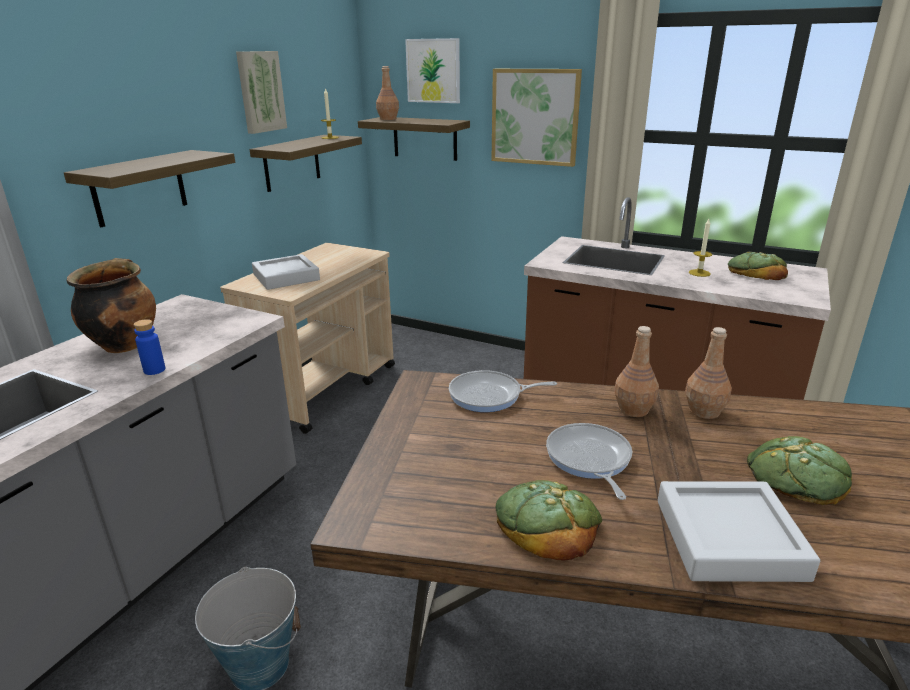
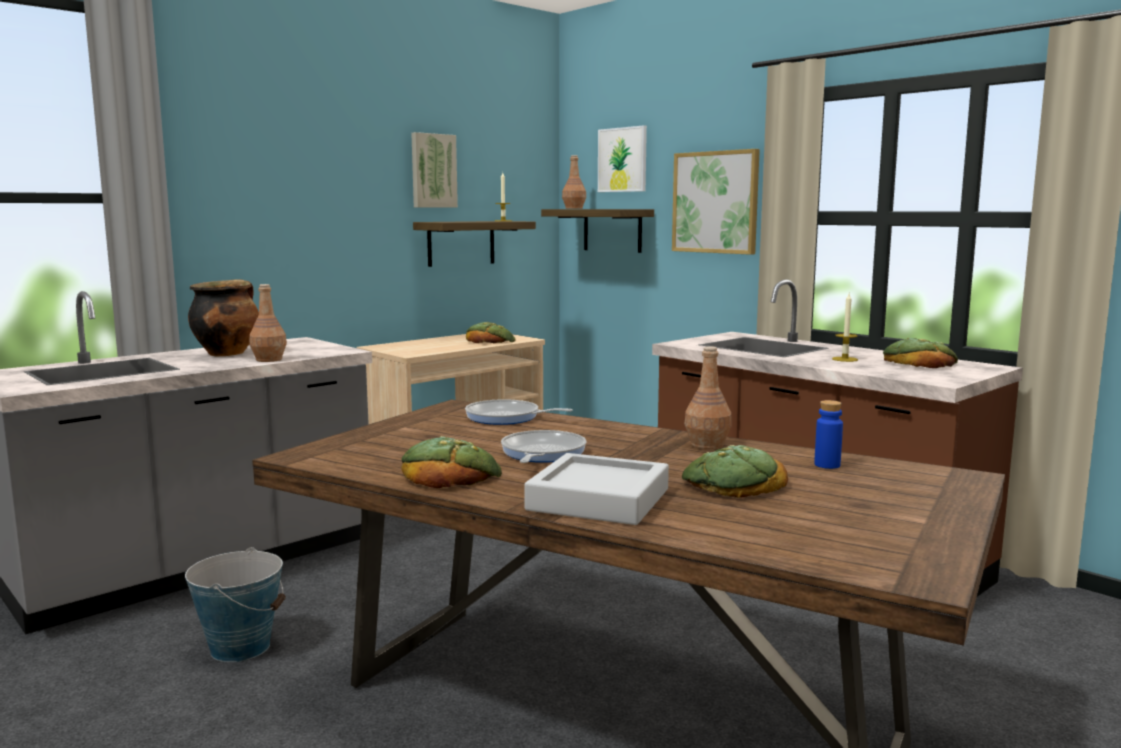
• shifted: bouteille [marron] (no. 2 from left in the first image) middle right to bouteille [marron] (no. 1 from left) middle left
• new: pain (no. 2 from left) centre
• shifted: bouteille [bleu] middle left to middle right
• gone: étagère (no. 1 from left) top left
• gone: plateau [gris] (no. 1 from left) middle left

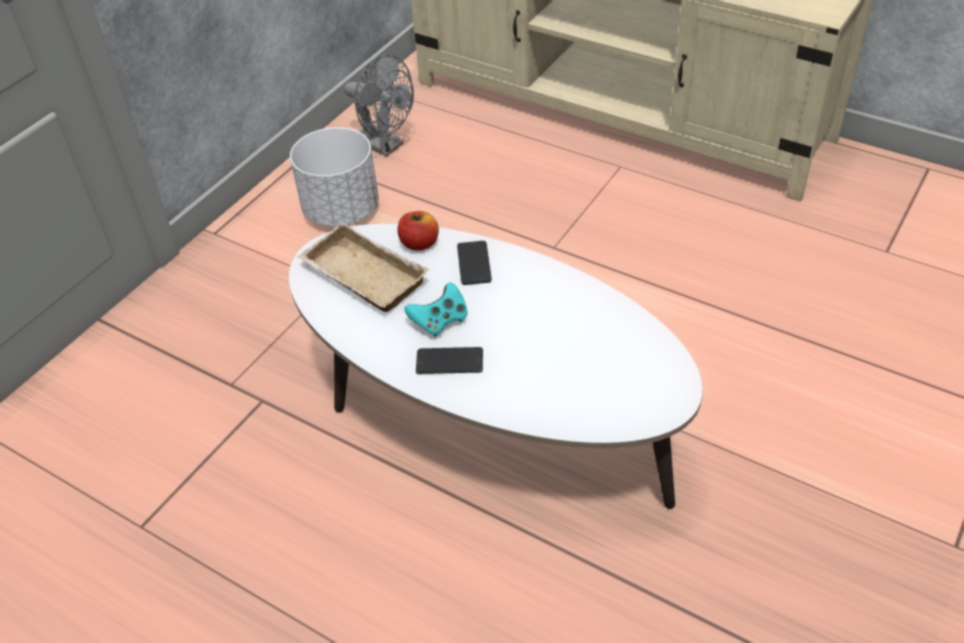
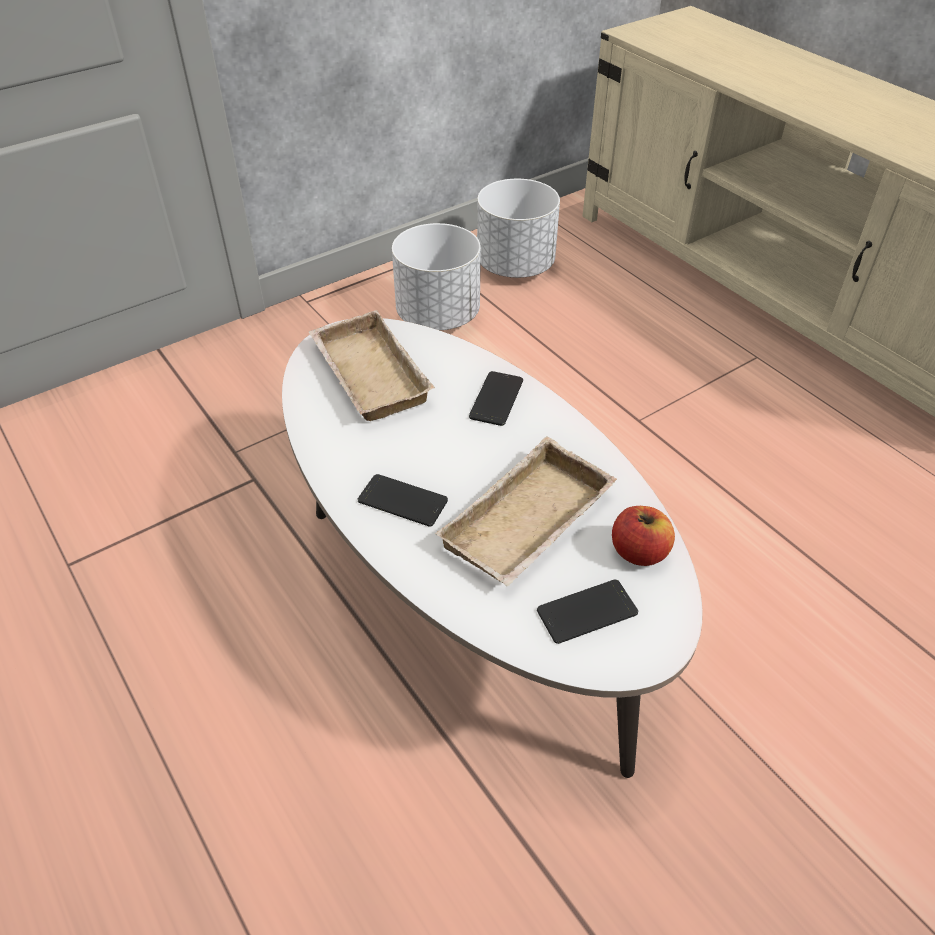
• new: plateau [beige] (no. 2 from left) centre
• swapped: ventilateur [gris] top centre to cache-pot [blanc] (no. 2 from left) top centre
• new: téléphone (no. 3 from left) centre
• shifted: pomme centre to middle right
• gone: manette [turquoise] centre

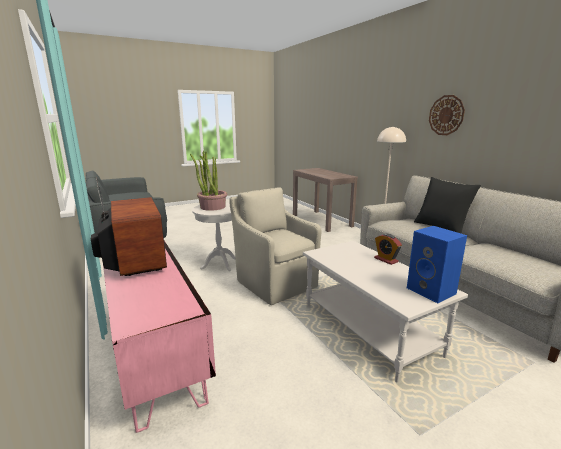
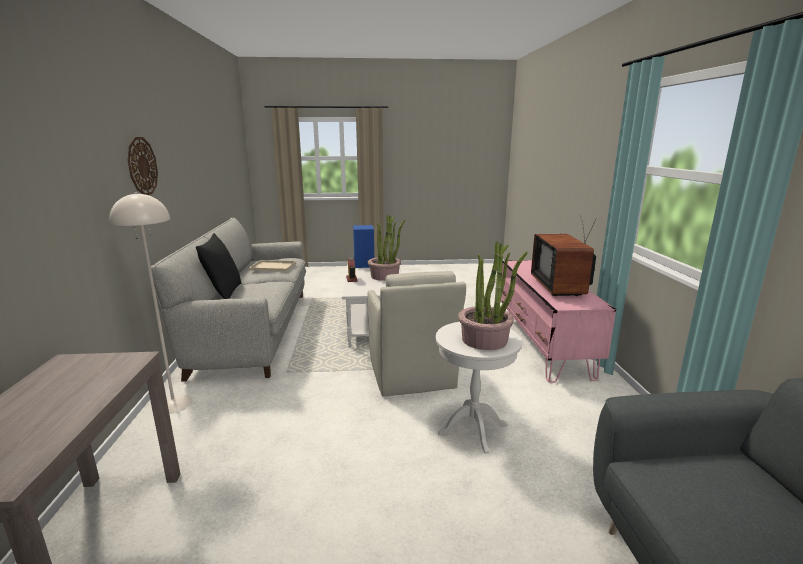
• new: plateau [beige] centre
• new: plante en pot (no. 1 from left) centre

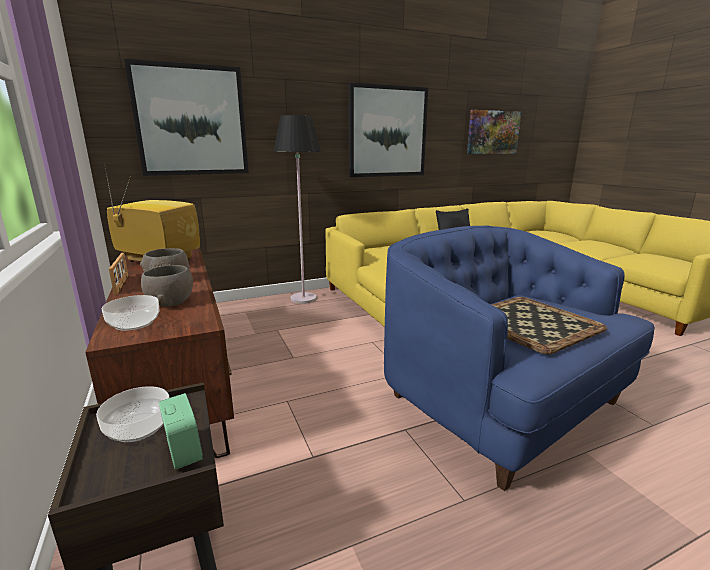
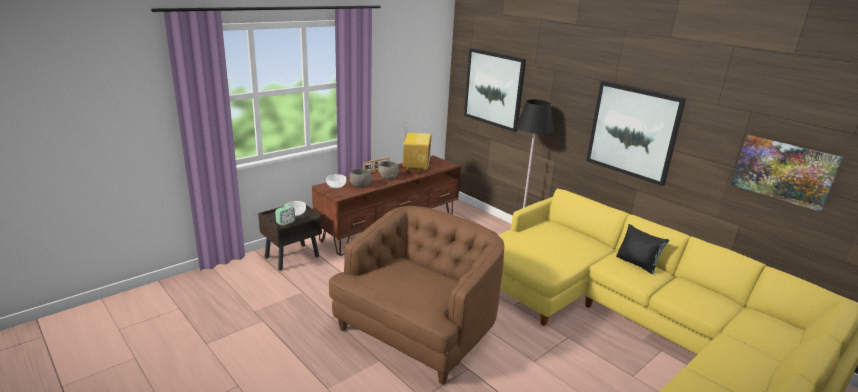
• repainted: fauteuil [bleu] middle right to fauteuil [marron] bottom centre
• gone: plateau middle right

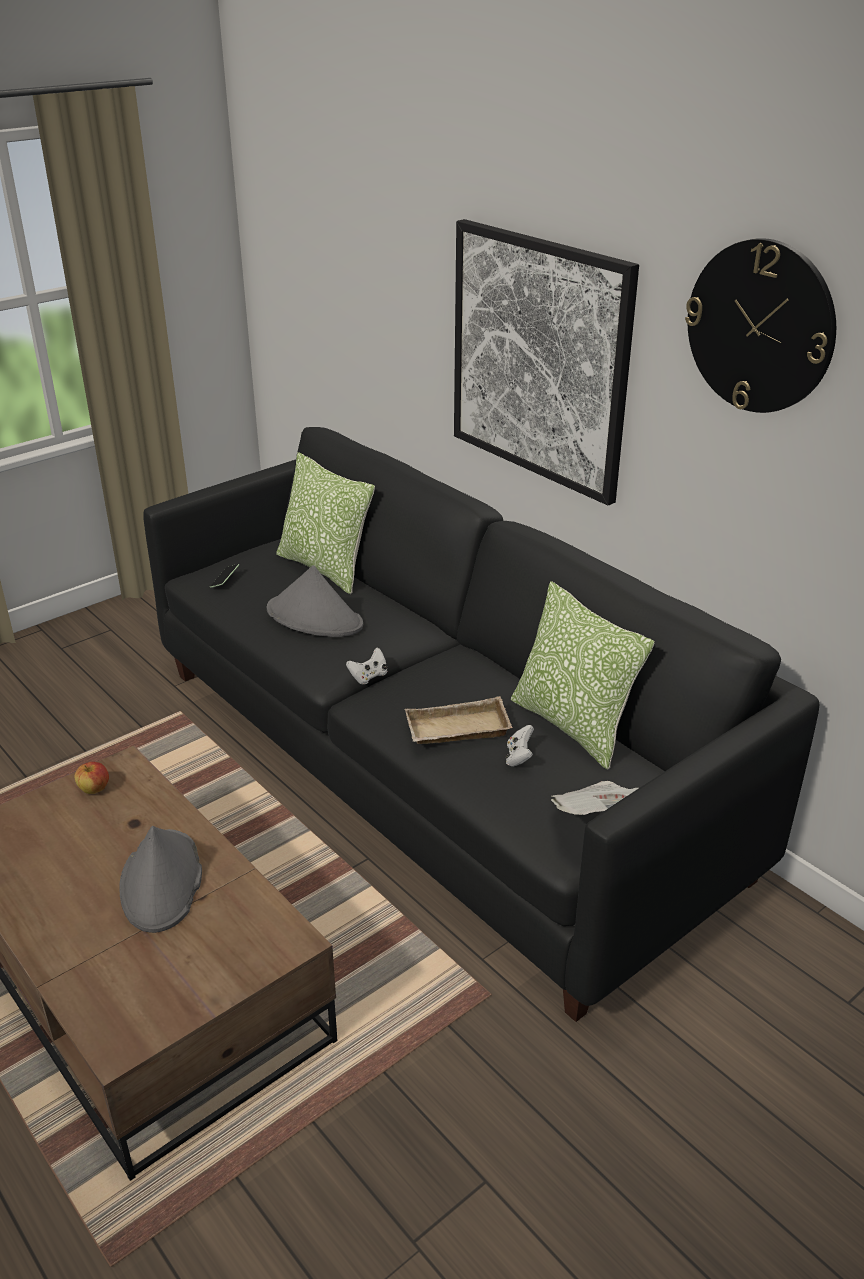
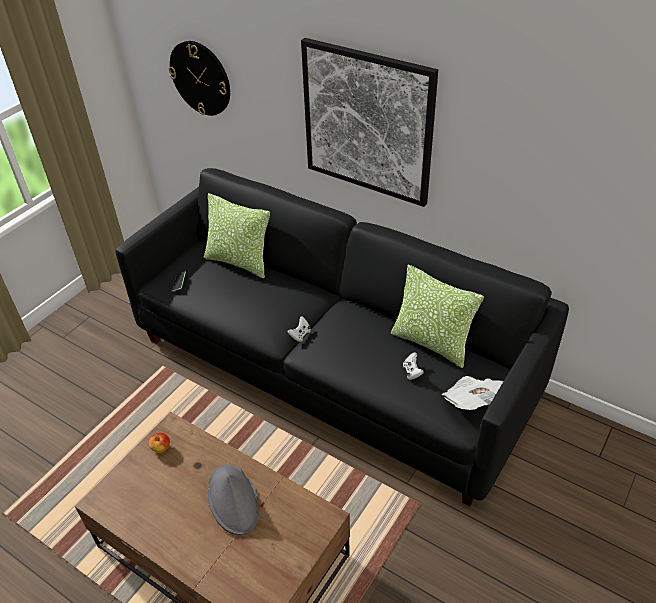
• shifted: horloge murale top right to top left
• gone: chapeau [gris] (no. 2 from left) centre
• gone: plateau [beige] centre

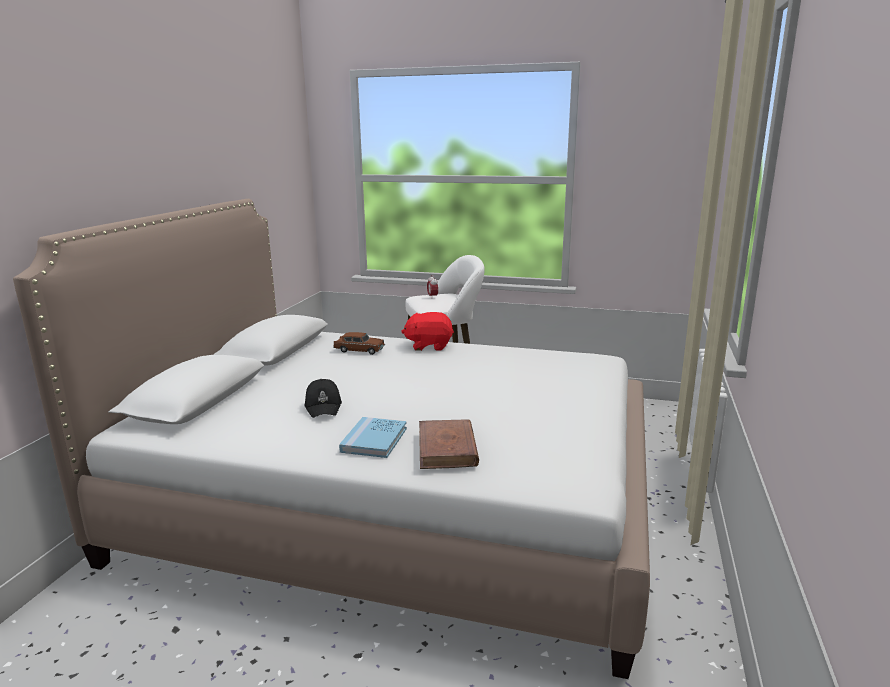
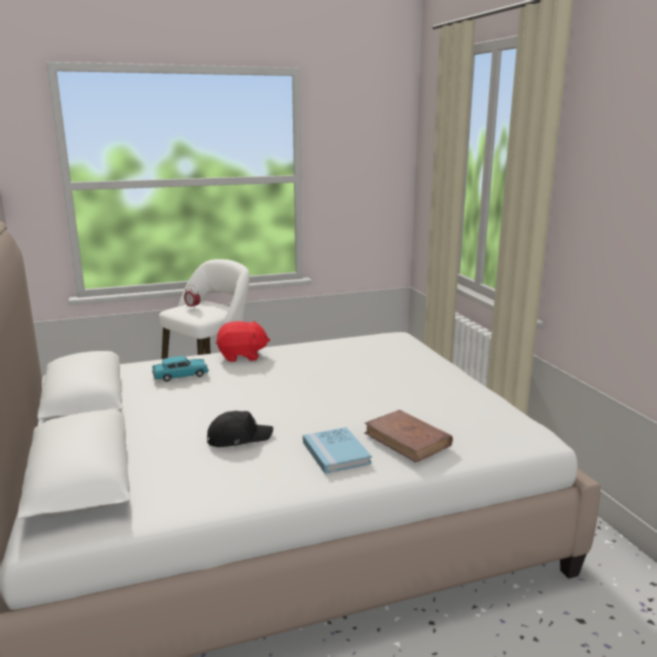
• repainted: petite voiture [marron] centre to petite voiture [turquoise] middle left
• rotated: casquette [noir] centre = centre 60 degrees counterclockwise
• rotated: peluche [rouge] centre = centre 150 degrees counterclockwise

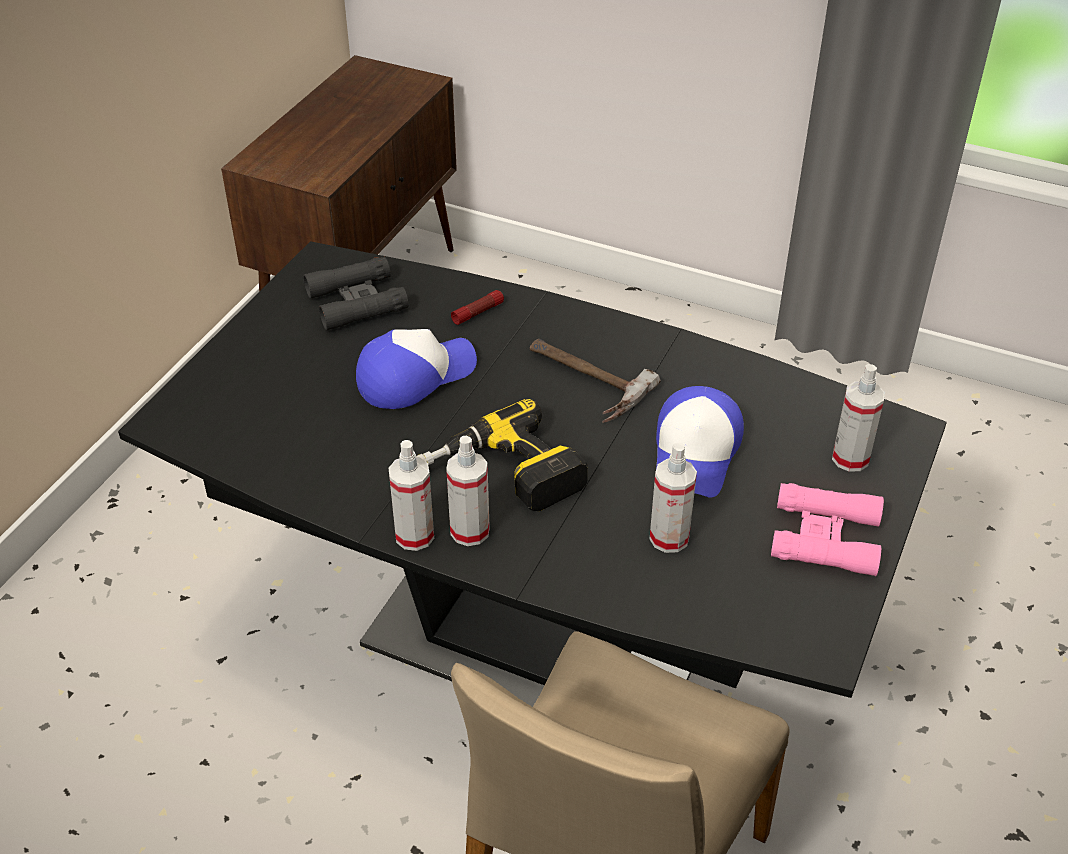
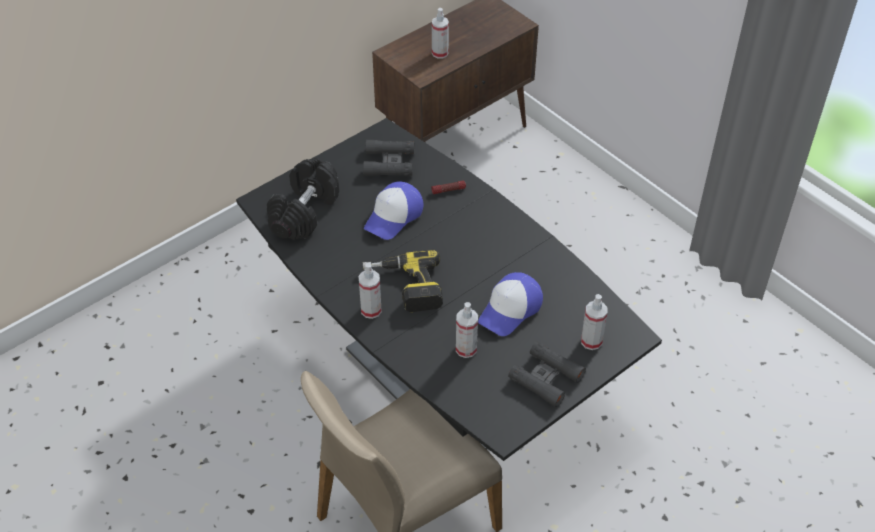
• new: haltère [noir] centre
• rotated: casquette (no. 1 from left) centre = centre 135 degrees clockwise
• shifted: vaporisateur (no. 1 from left in the first image) centre to vaporisateur (no. 2 from left) top centre
• repainted: jumelles [rose] middle right to jumelles [noir] (no. 2 from left) bottom centre
• gone: marteau centre

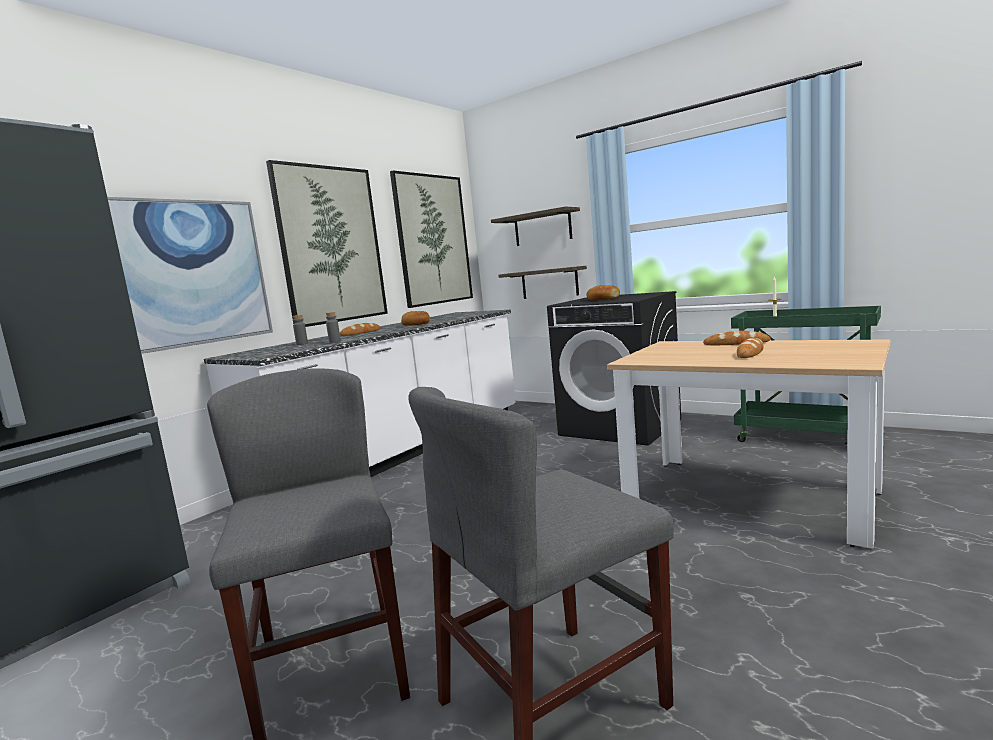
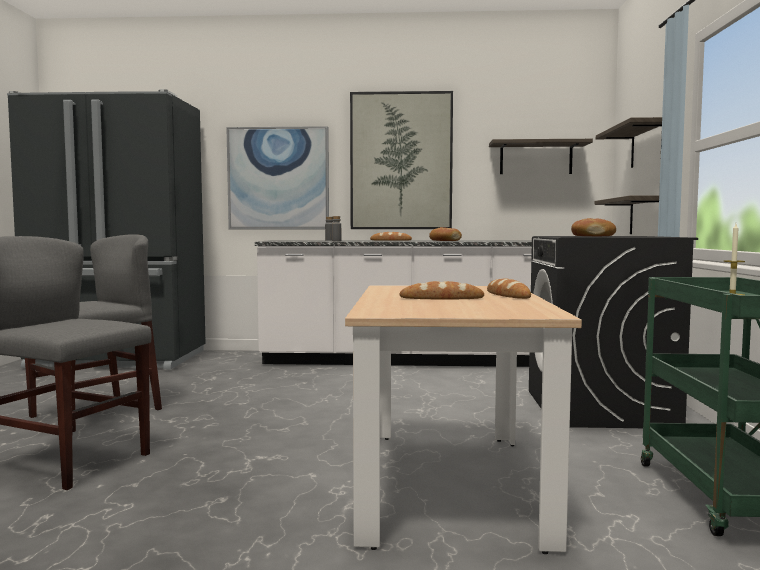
• swapped: tableau (no. 3 from left) top centre to étagère (no. 1 from left) top right

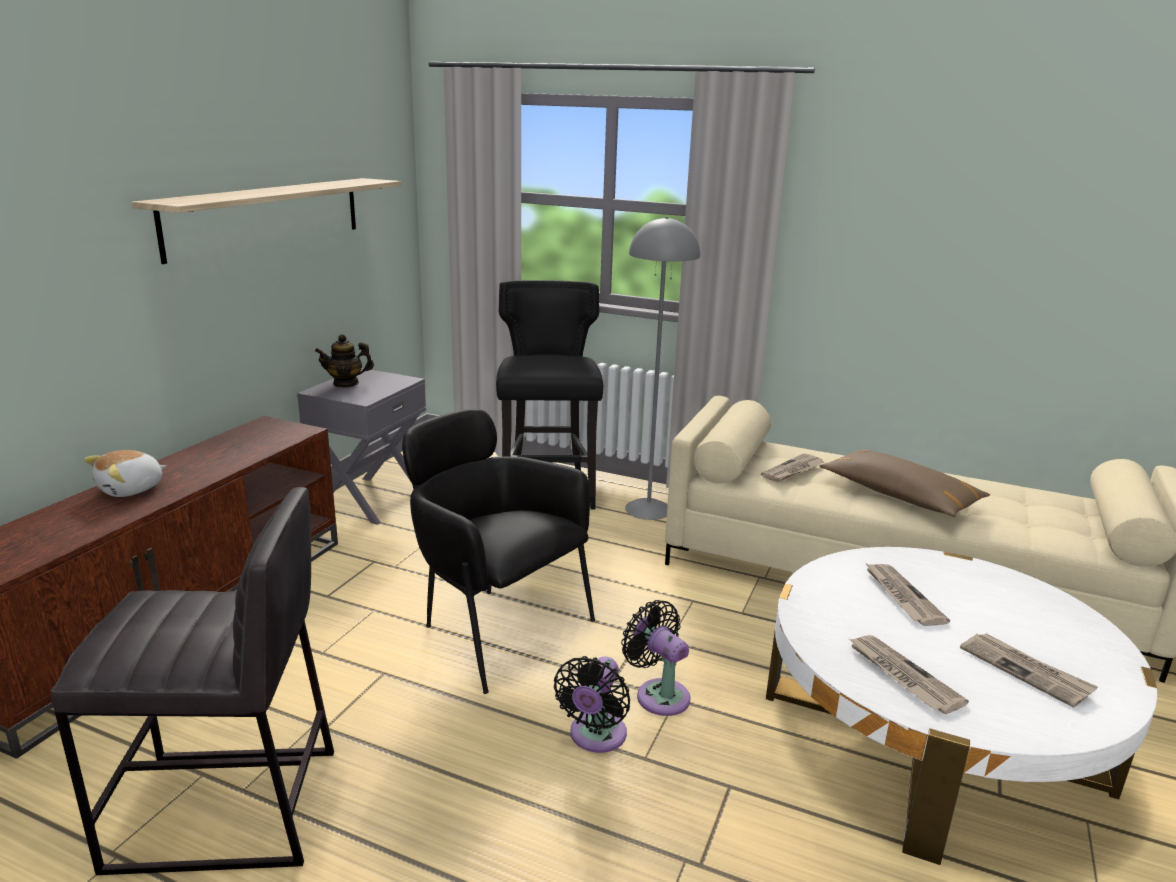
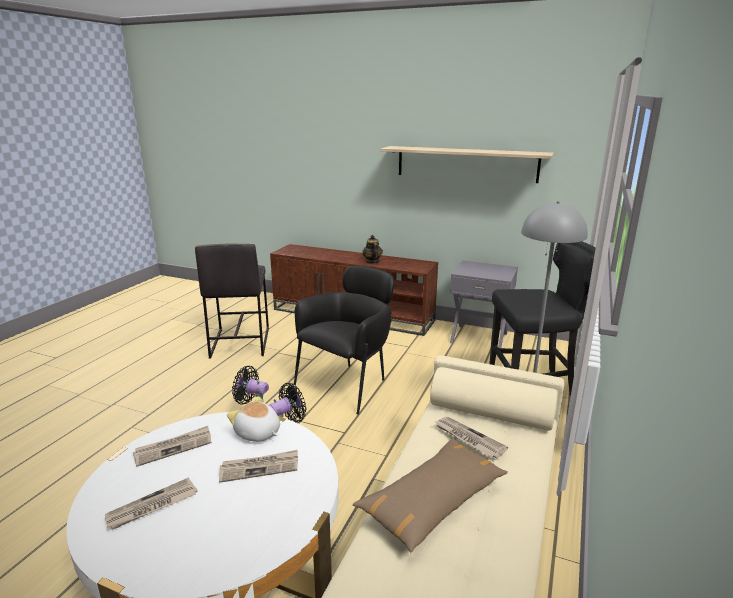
• shifted: peluche middle left to bottom centre
• shifted: théière middle left to centre

